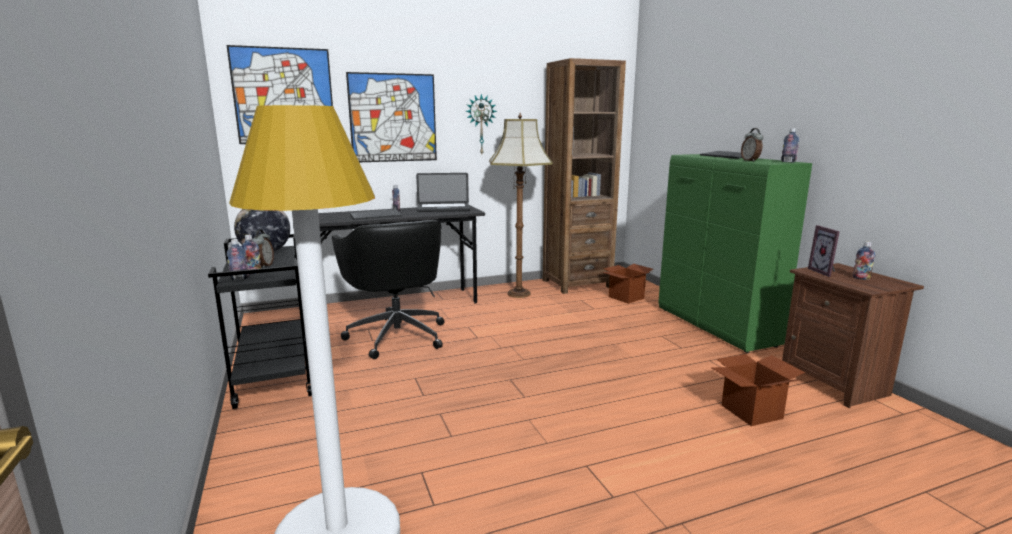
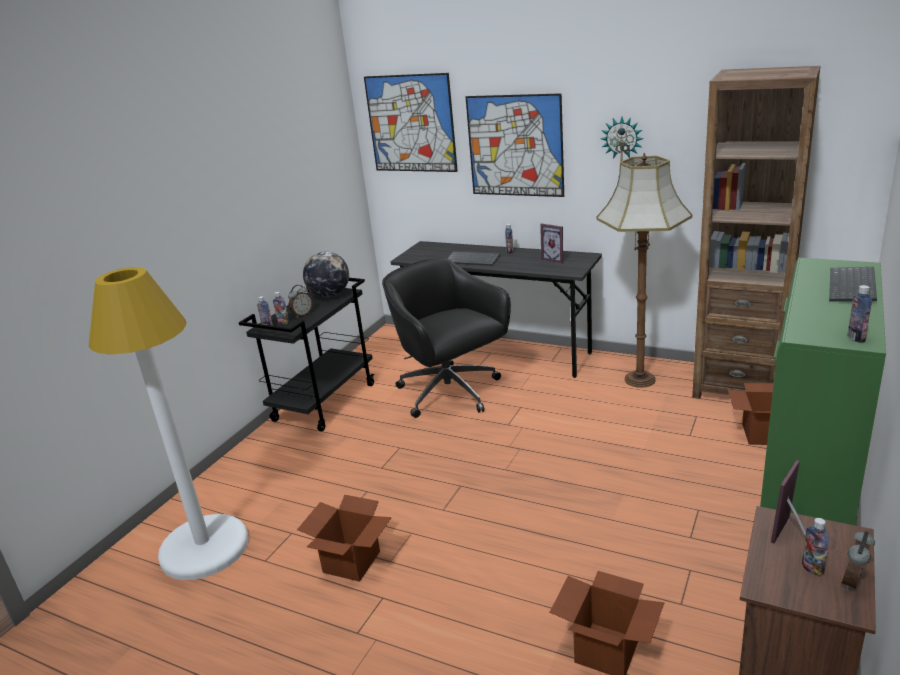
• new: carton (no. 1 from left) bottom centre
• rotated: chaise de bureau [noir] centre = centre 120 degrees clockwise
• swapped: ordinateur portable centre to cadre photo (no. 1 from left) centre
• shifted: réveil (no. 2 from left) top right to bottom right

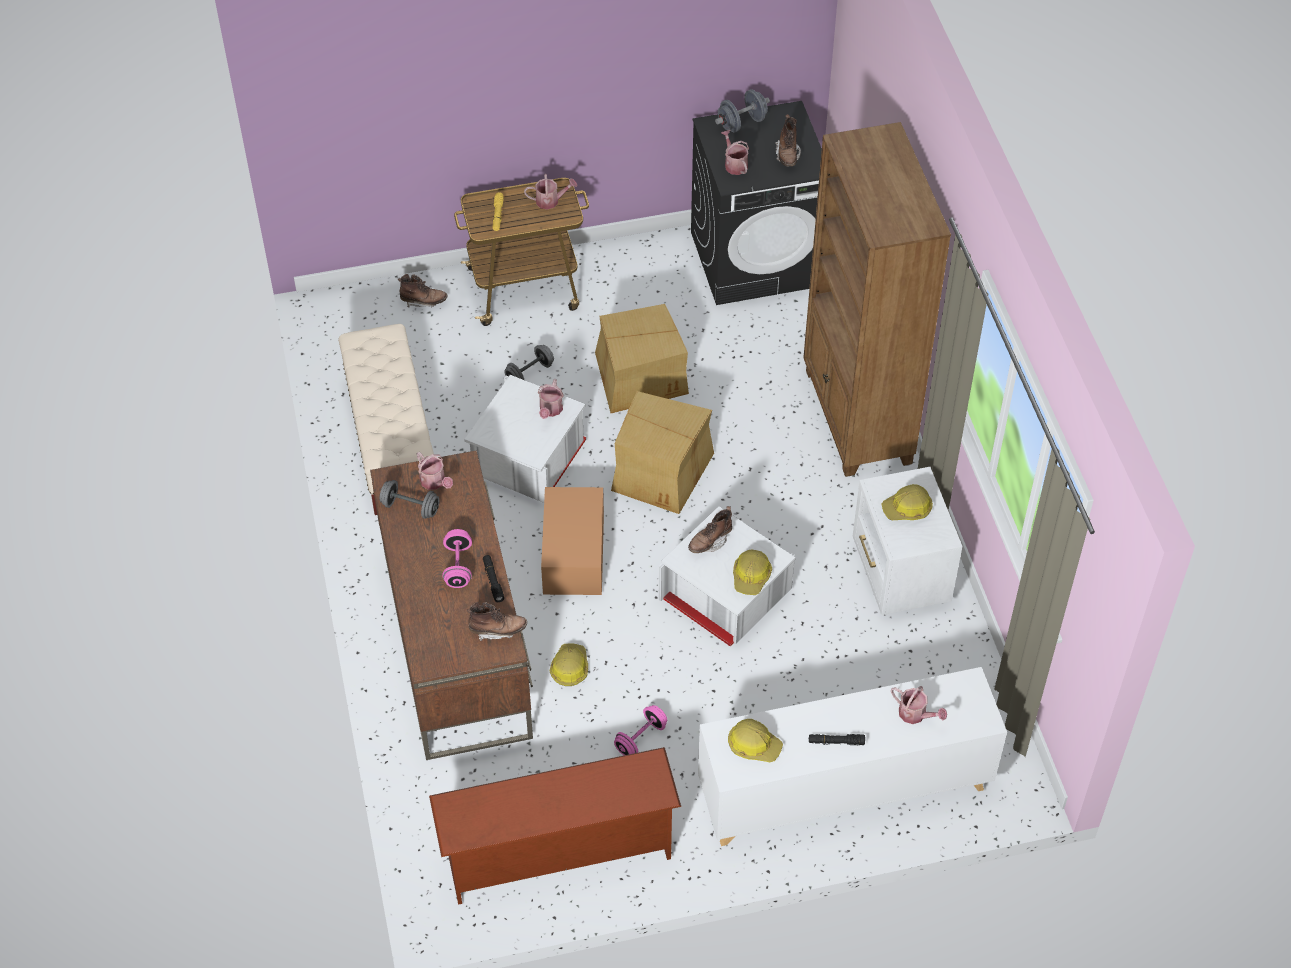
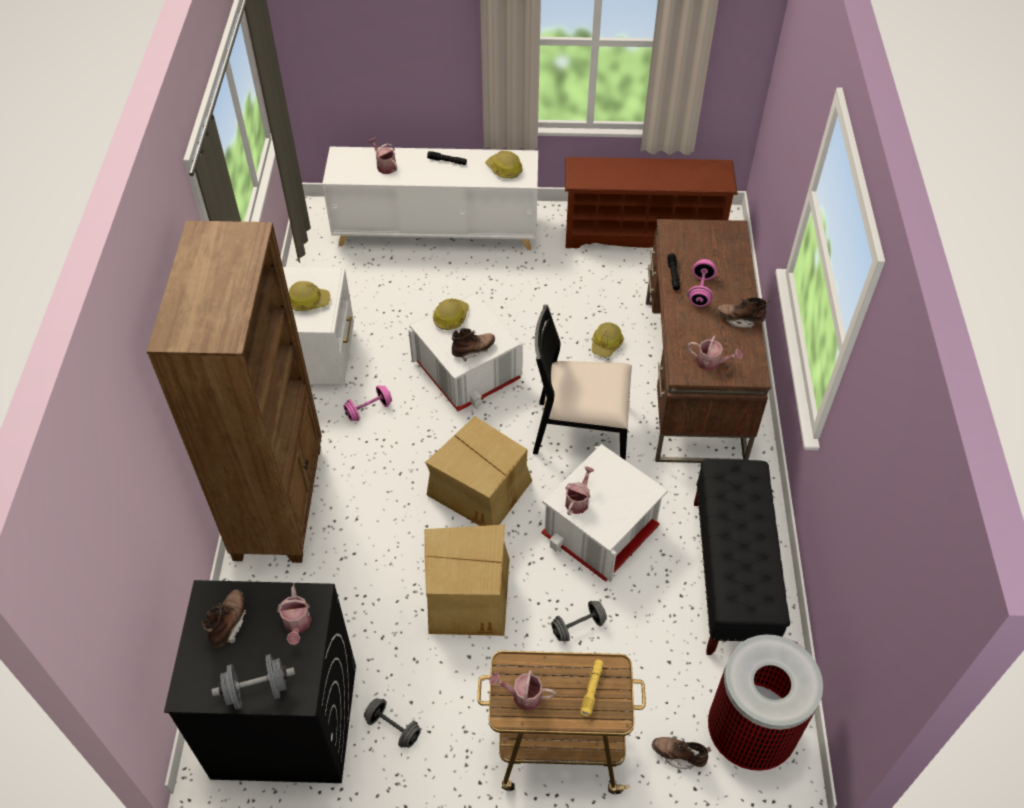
• shifted: haltère [rose] (no. 2 from left in the first image) bottom centre to haltère [rose] (no. 1 from left) centre
• shifted: haltère [gris] (no. 1 from left in the first image) middle left to haltère [gris] (no. 2 from left) bottom centre
• swapped: carton (no. 1 from left) centre to chaise [noir] centre
• rotated: arrosoir (no. 1 from left in the first image) centre = middle right 135 degrees clockwise
• repainted: banc [beige] middle left to banc [noir] bottom right
• new: poubelle bottom right
• shifted: botte [marron] (no. 2 from left in the first image) centre to botte [marron] (no. 4 from left) middle right

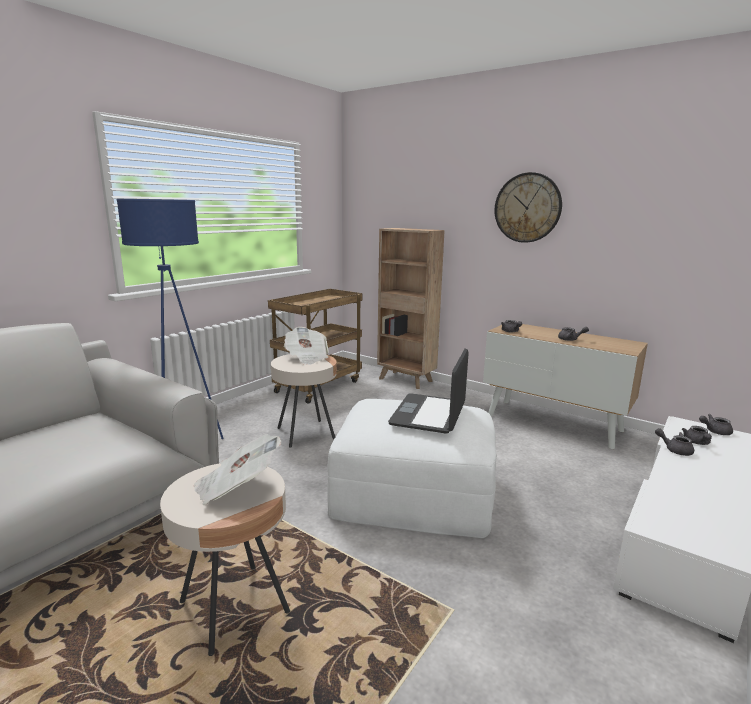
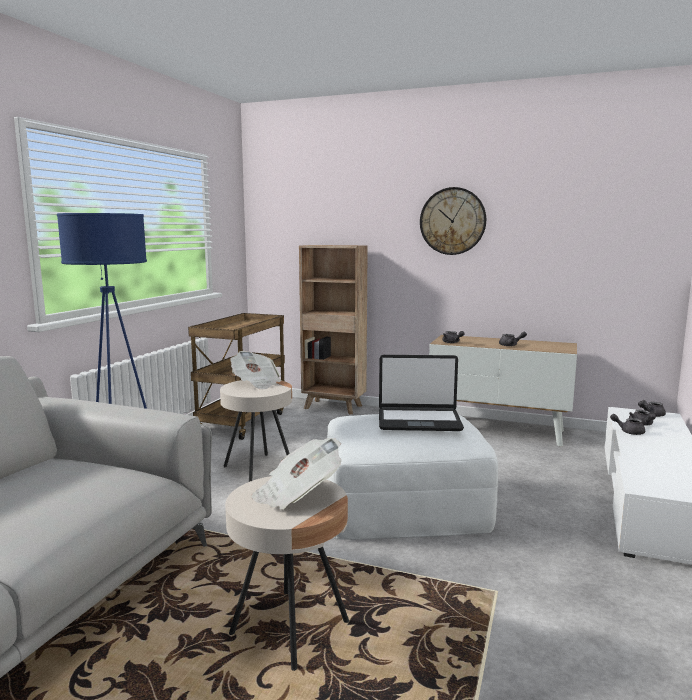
• rotated: ordinateur portable centre = centre 90 degrees counterclockwise

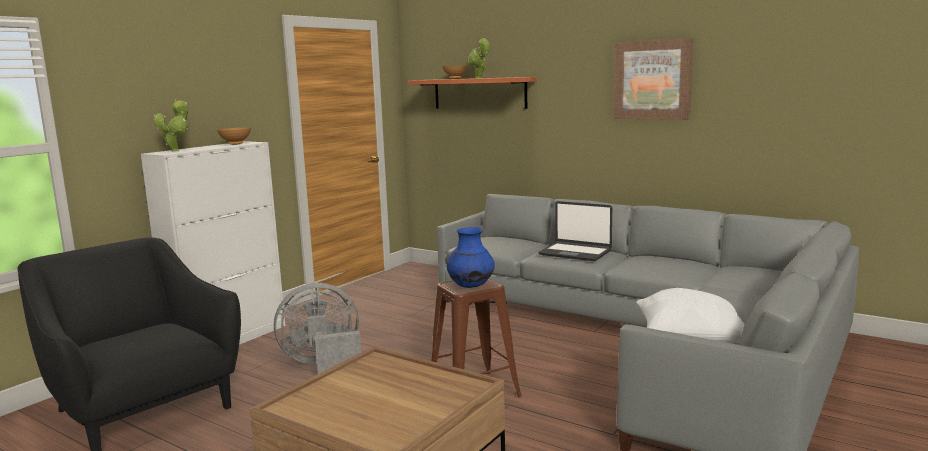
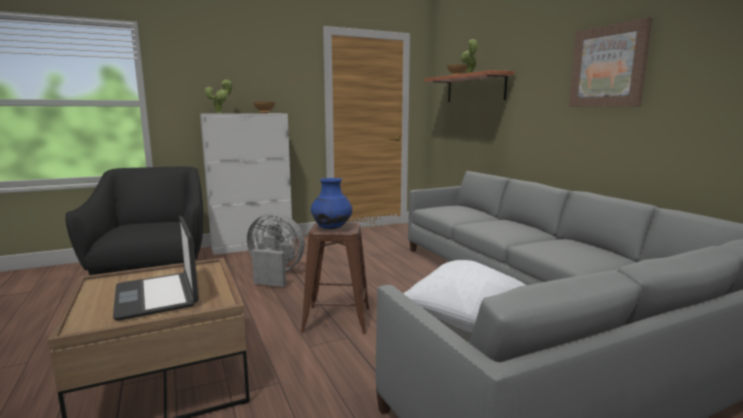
• shifted: ordinateur portable centre to middle left

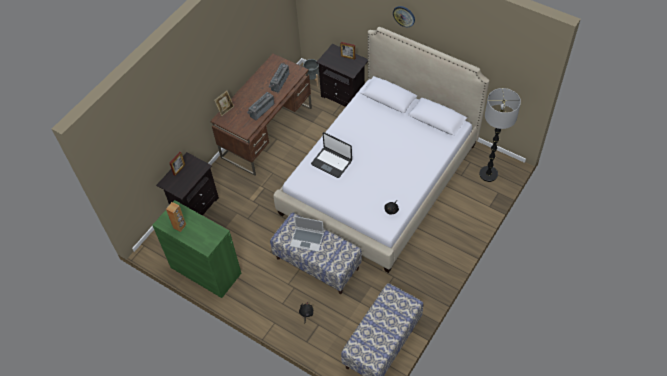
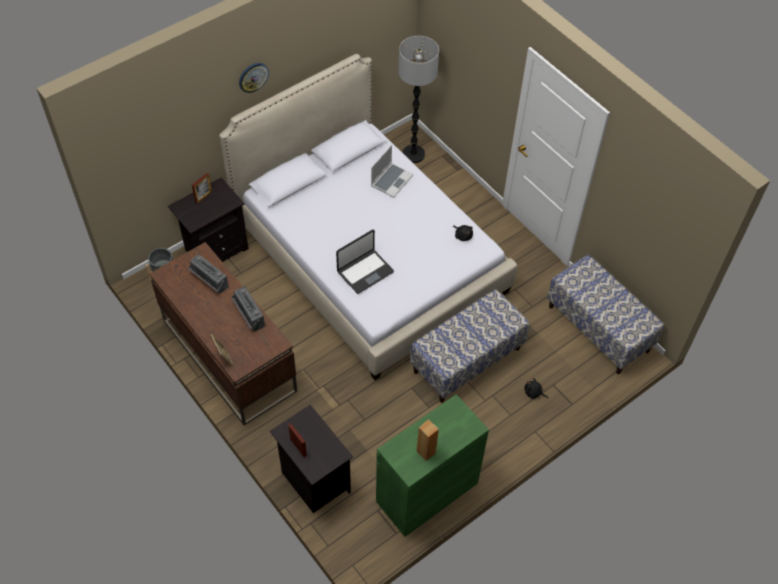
• shifted: ordinateur portable (no. 1 from left in the first image) centre to ordinateur portable (no. 2 from left) top centre

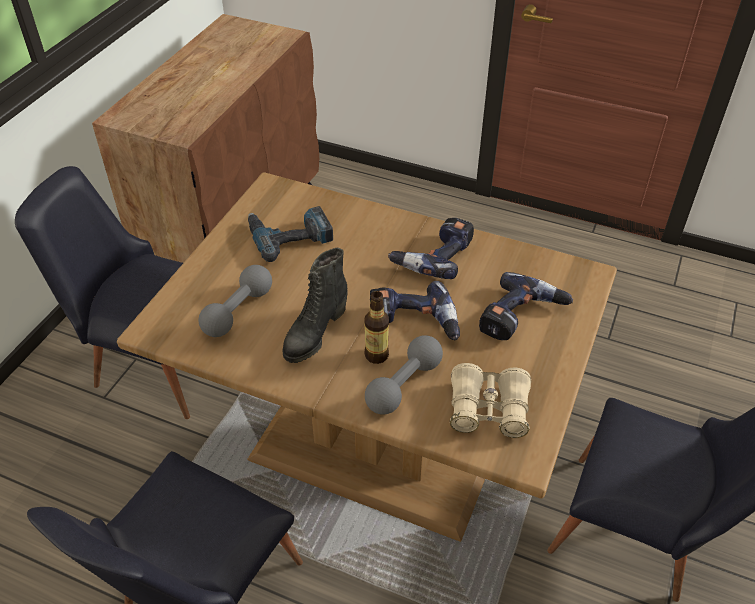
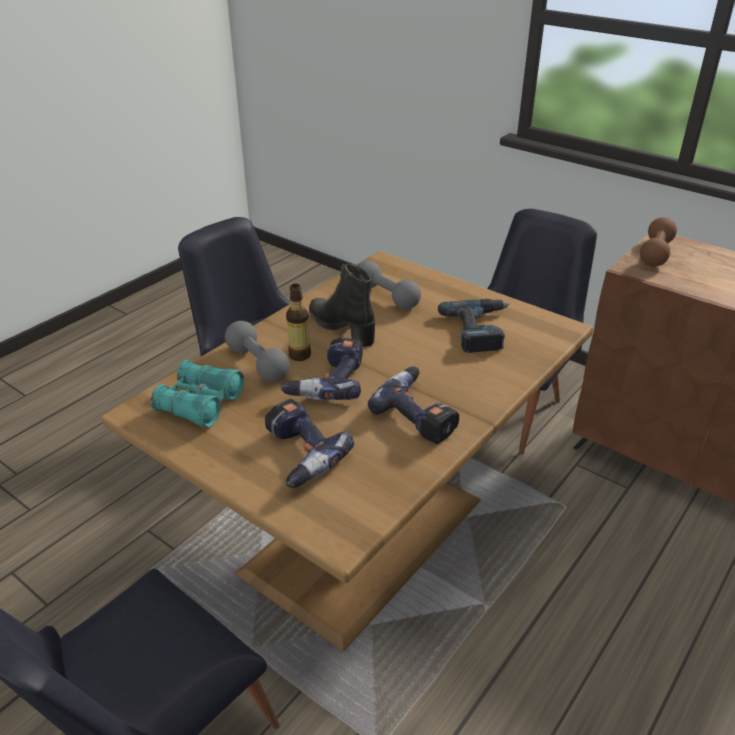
• repainted: jumelles [beige] centre to jumelles [turquoise] middle left
• new: haltère [marron] top right

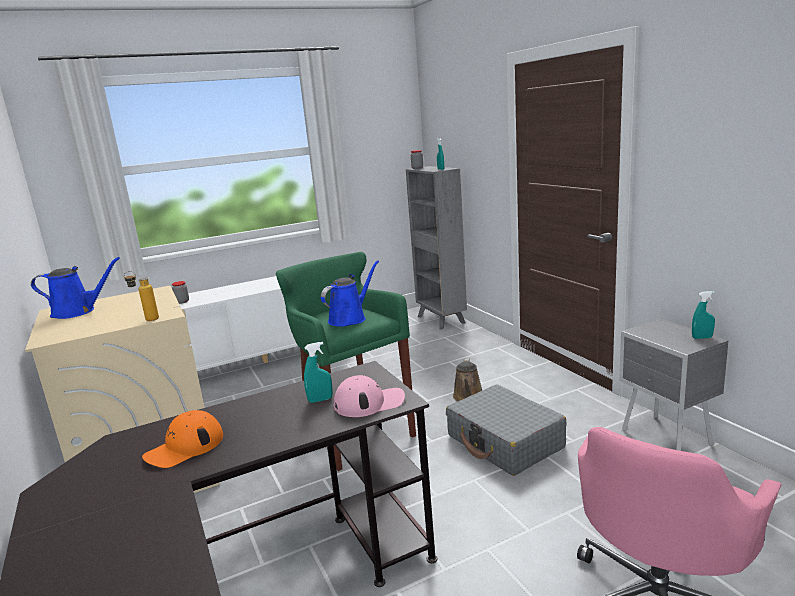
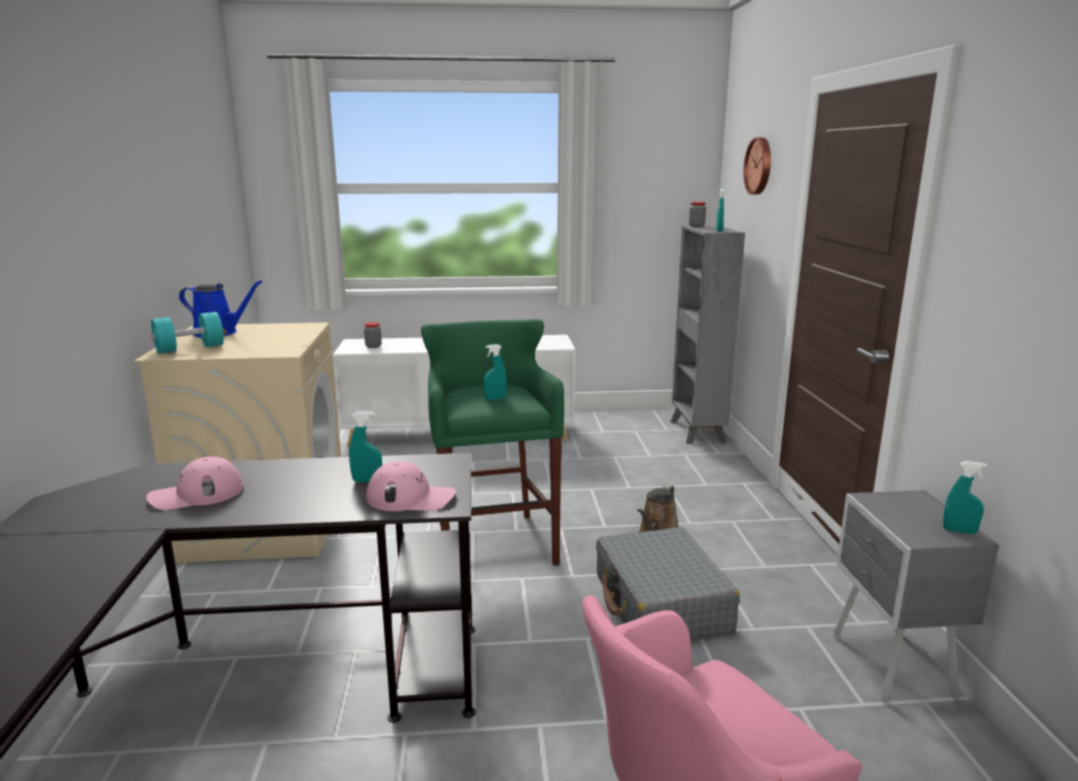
• repainted: casquette [orange] bottom left to casquette [rose] (no. 1 from left) middle left
• new: haltère [turquoise] middle left
• swapped: arrosoir [bleu] (no. 2 from left) centre to vaporisateur [turquoise] (no. 2 from left) centre
• new: horloge murale top right
• gone: bouteille middle left

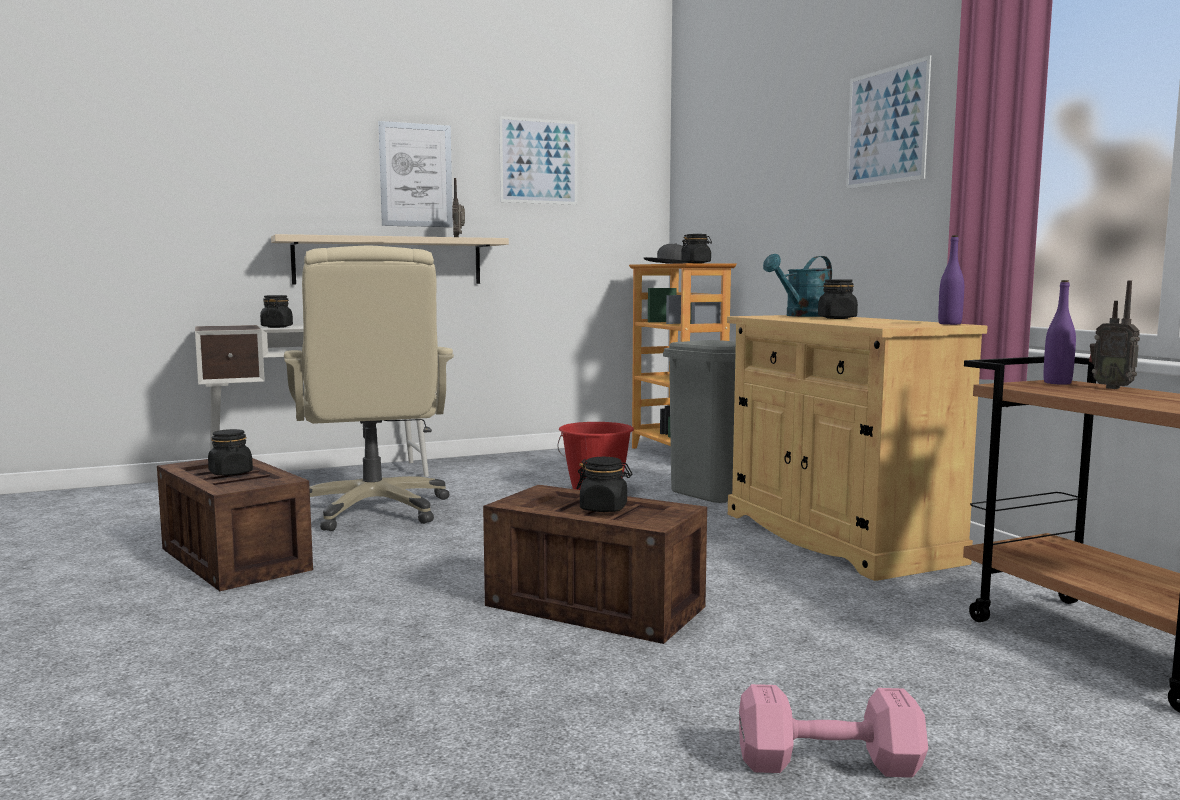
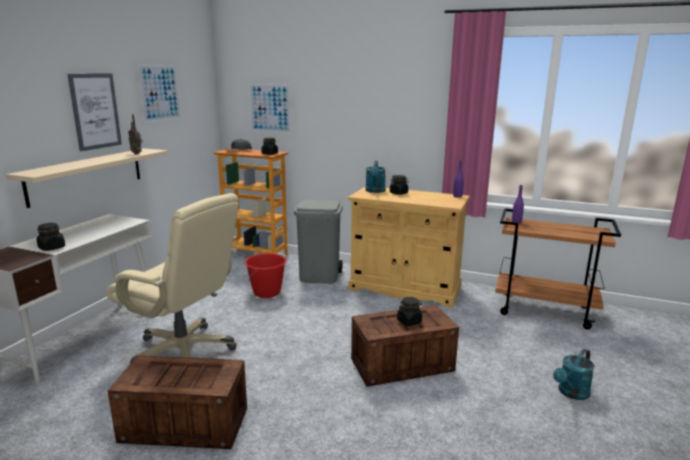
• shifted: tableau (no. 3 from left) top right to top centre
• swapped: haltère [rose] bottom right to arrosoir [turquoise] (no. 2 from left) bottom right
• gone: bocal [noir] (no. 1 from left) middle left
• gone: radio (no. 2 from left) middle right

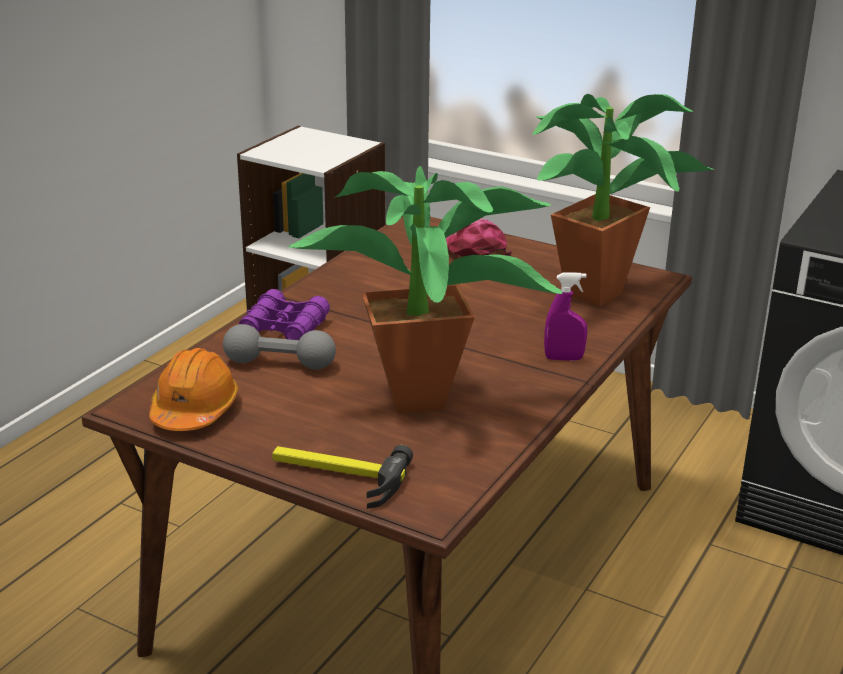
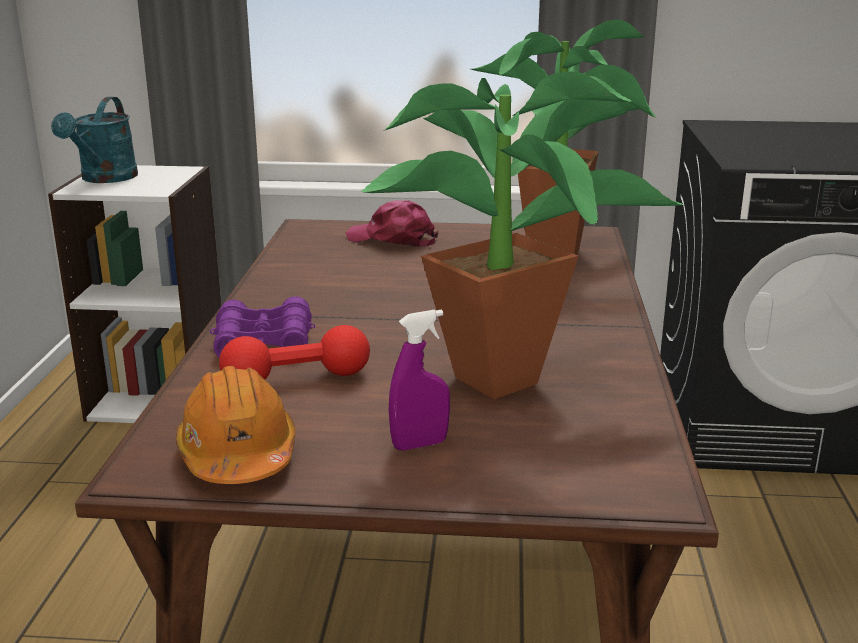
• new: arrosoir [turquoise] top left
• repainted: haltère [gris] middle left to haltère [rouge] centre
• shifted: vaporisateur [violet] middle right to centre
• gone: marteau bottom centre

